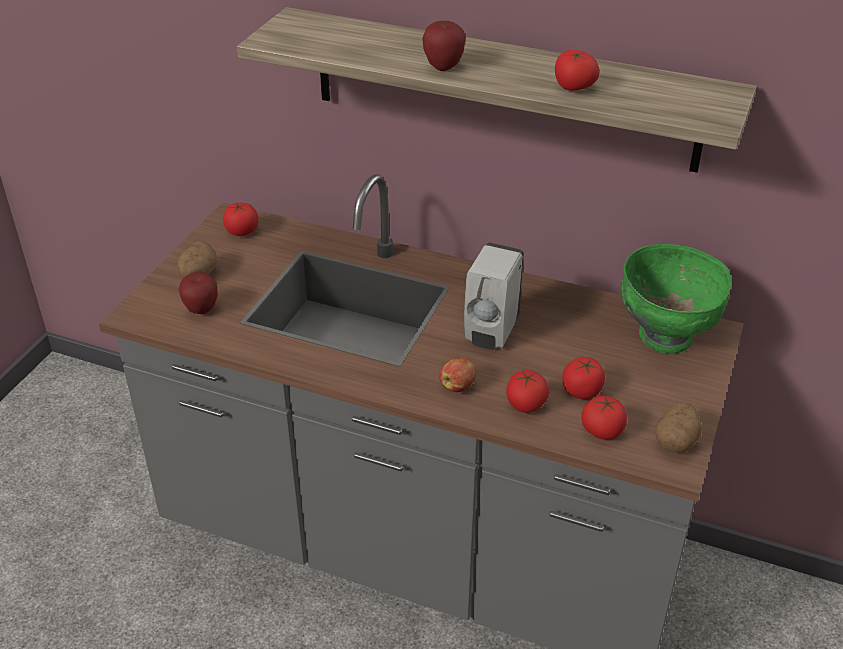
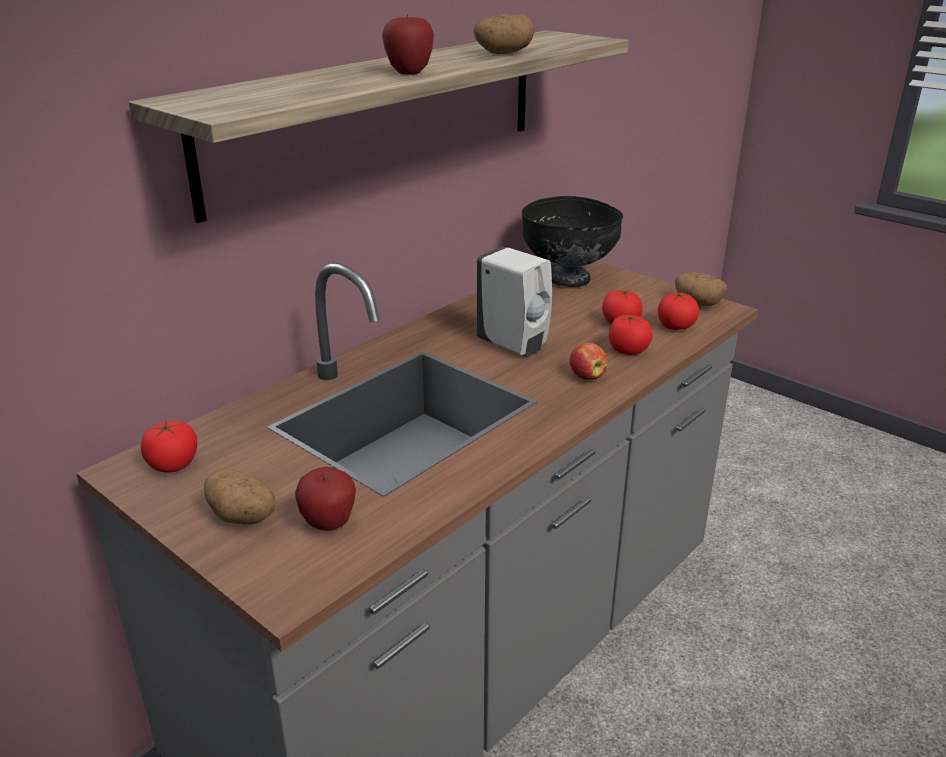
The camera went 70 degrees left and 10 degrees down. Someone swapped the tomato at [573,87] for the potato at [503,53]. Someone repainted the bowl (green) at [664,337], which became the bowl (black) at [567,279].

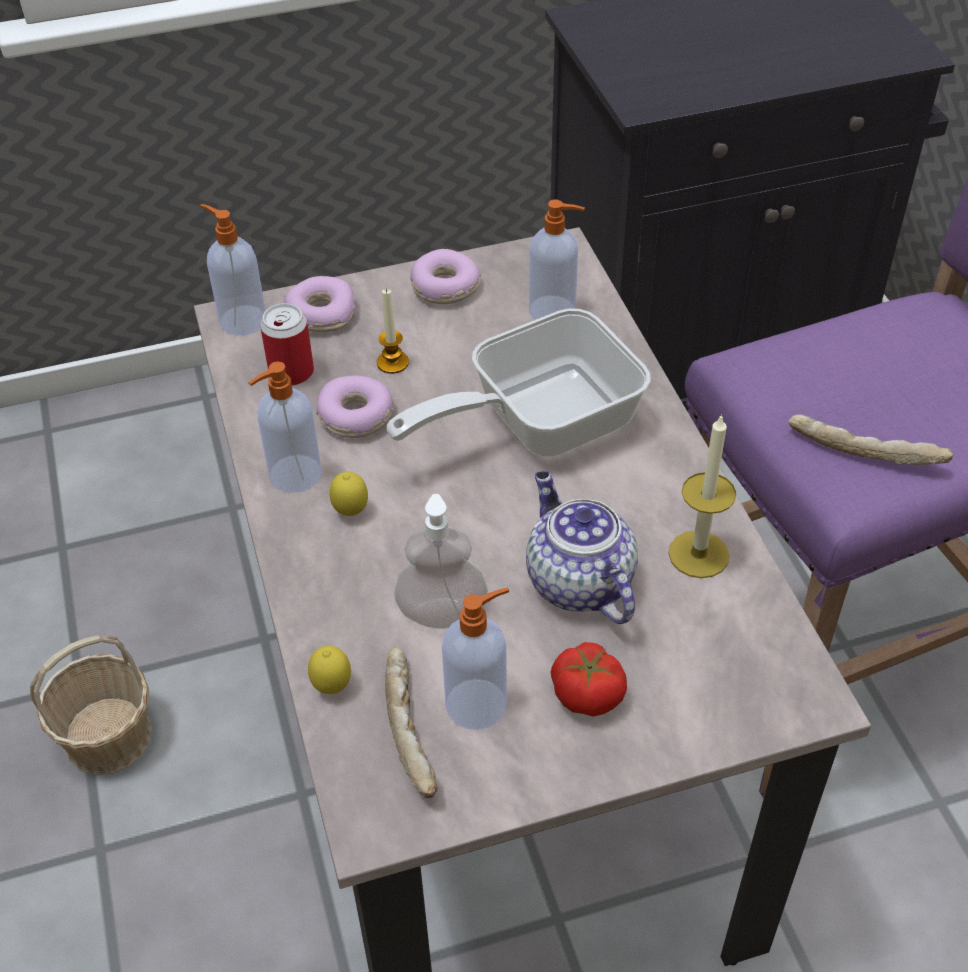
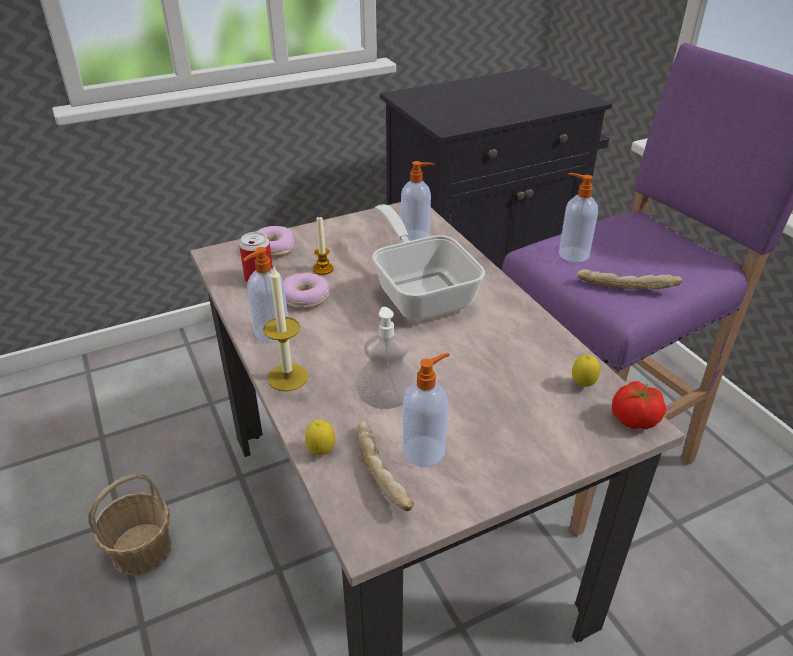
The camera went 10 degrees left and 10 degrees down. Someone took away the donut at [444,287]. Someone took away the teapot at [577,582]. Someone carried the soap dispenser from [241,320] to [572,254]. Someone carried the lemon from [351,512] to [582,385]. Someone carried the tomato from [587,696] to [634,420]. Someone carried the candle from [698,554] to [288,377]. Someone rotated the frying pan at [537,422] by 105 degrees clockwise.

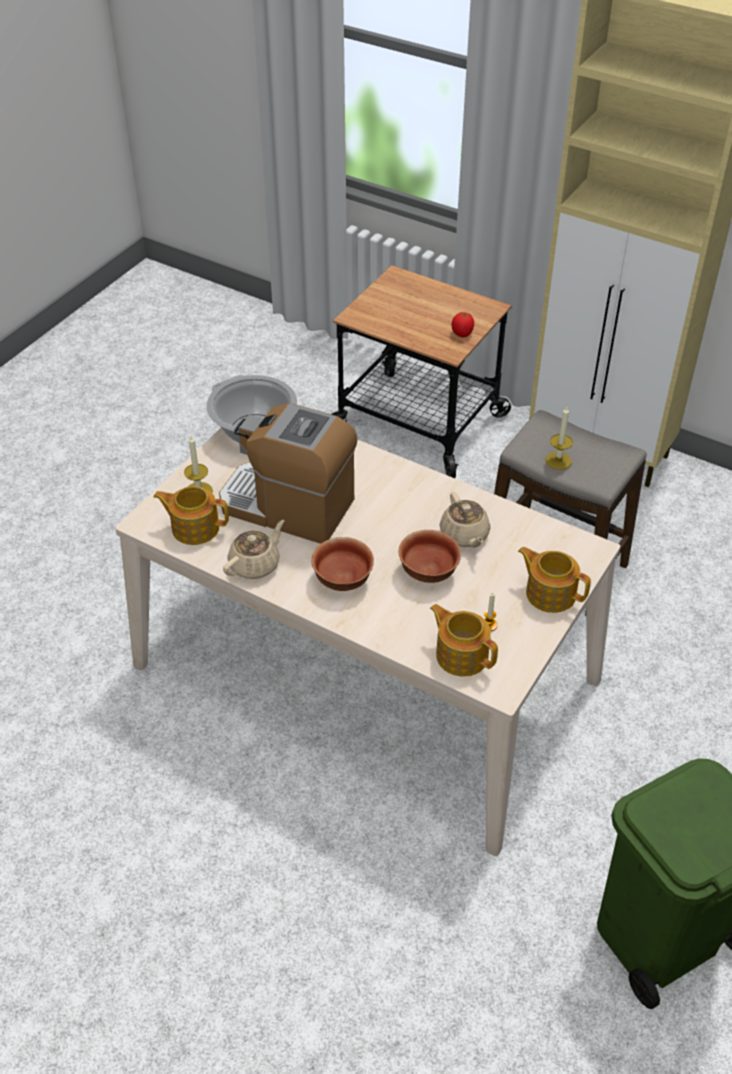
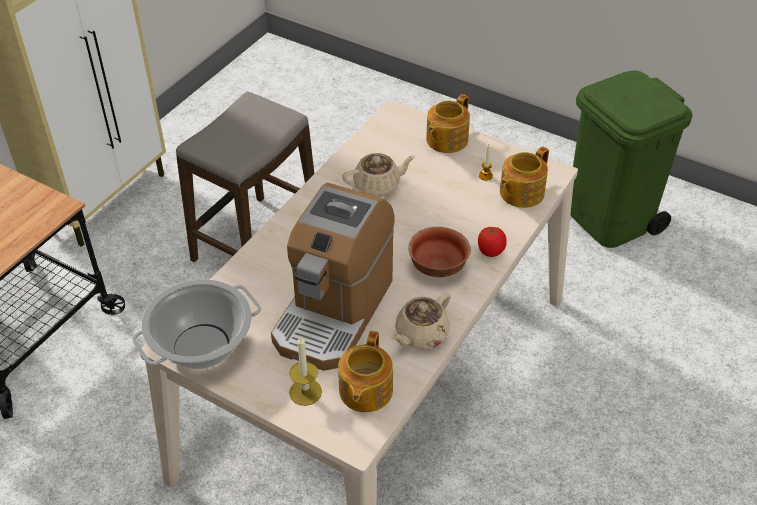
The camera went 90 degrees left and 0 degrees up. Someone took away the bowl at [429,571]. Someone took away the candle at [558,461]. Someone carried the tomato from [462,334] to [491,251]. Someone rotated the teapot (beige) at [255,564] by 90 degrees counterclockwise.

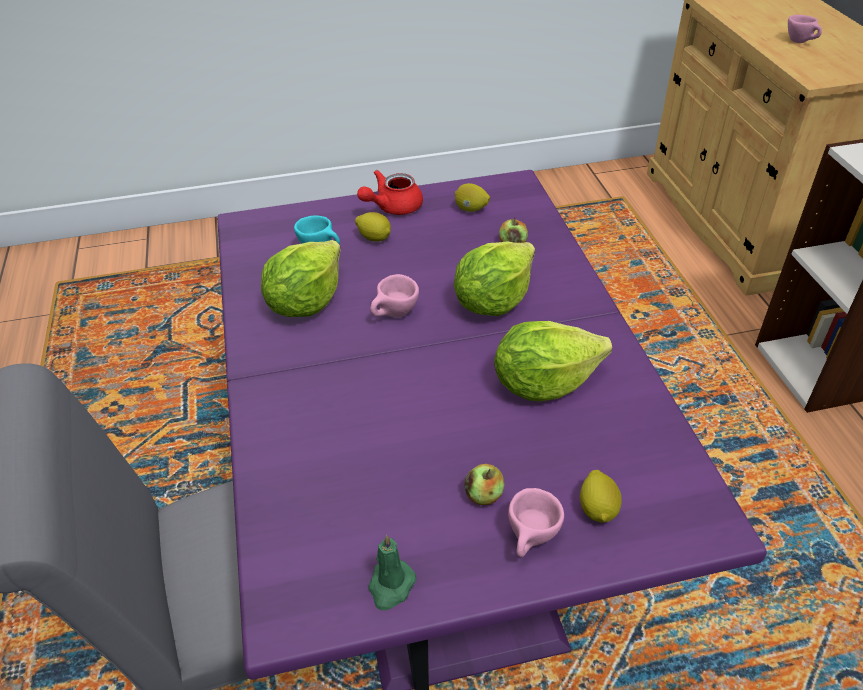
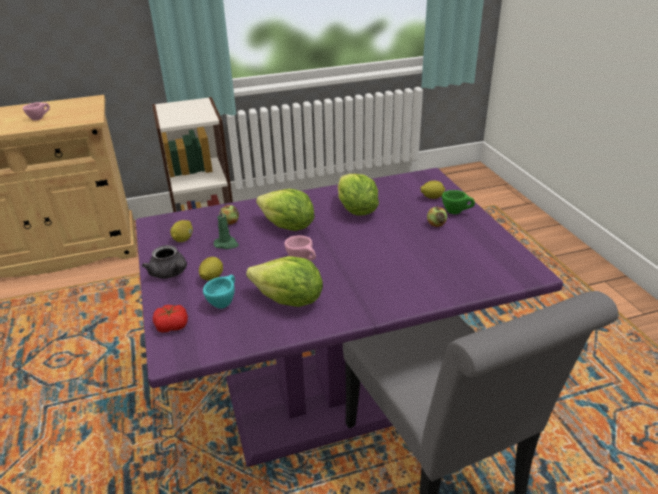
The camera went 95 degrees left and 10 degrees down. Someone put down the tomato at [172,325]. Someone carried the candle (green) from [391,586] to [226,244]. Someone repainted the teapot (red) at [392,207], which became the teapot (grey) at [170,273]. Someone repainted the cup (pink) at [531,541], which became the cup (green) at [456,212].

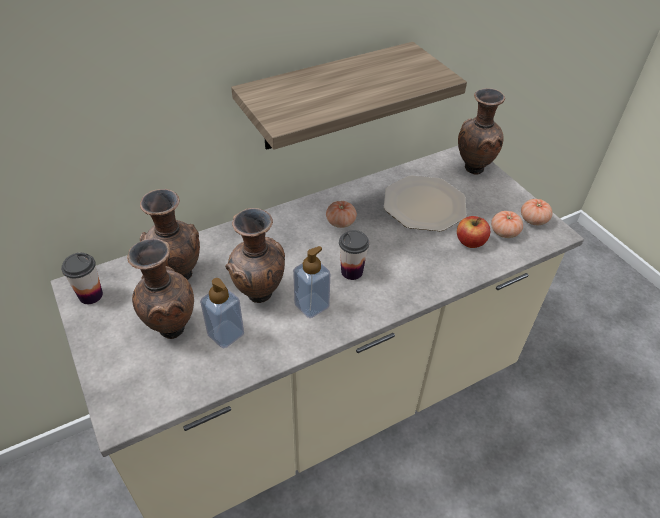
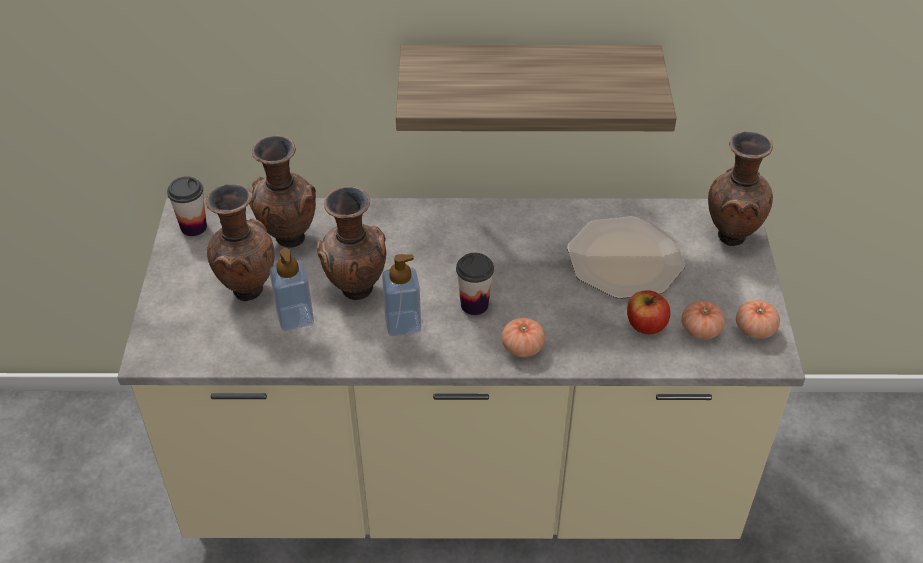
The camera went 30 degrees right and 0 degrees up. Someone carried the tomato from [340,222] to [522,347].

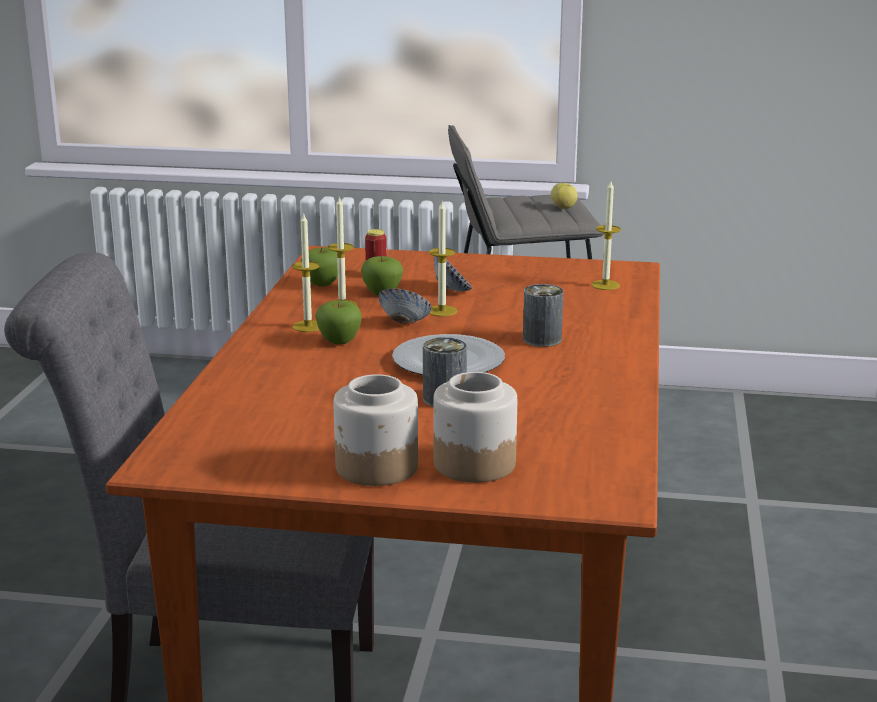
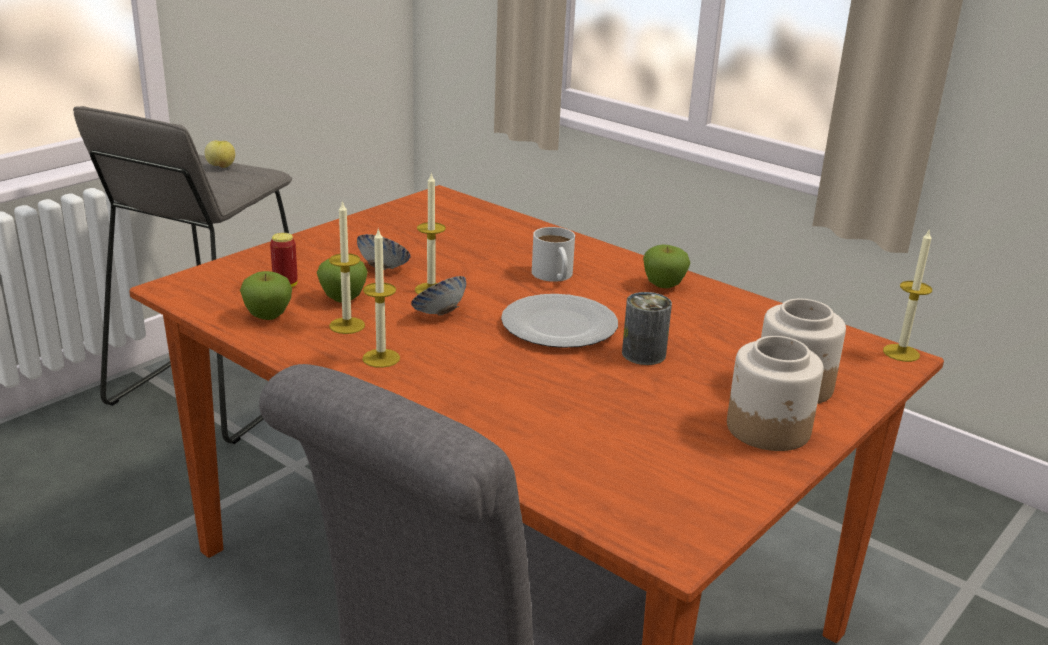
The camera went 60 degrees left and 5 degrees up. Someone carried the apple from [339,342] to [663,285]. Someone carried the candle from [605,285] to [901,353]. Someone swapped the can at [542,339] for the mug (white) at [554,276].

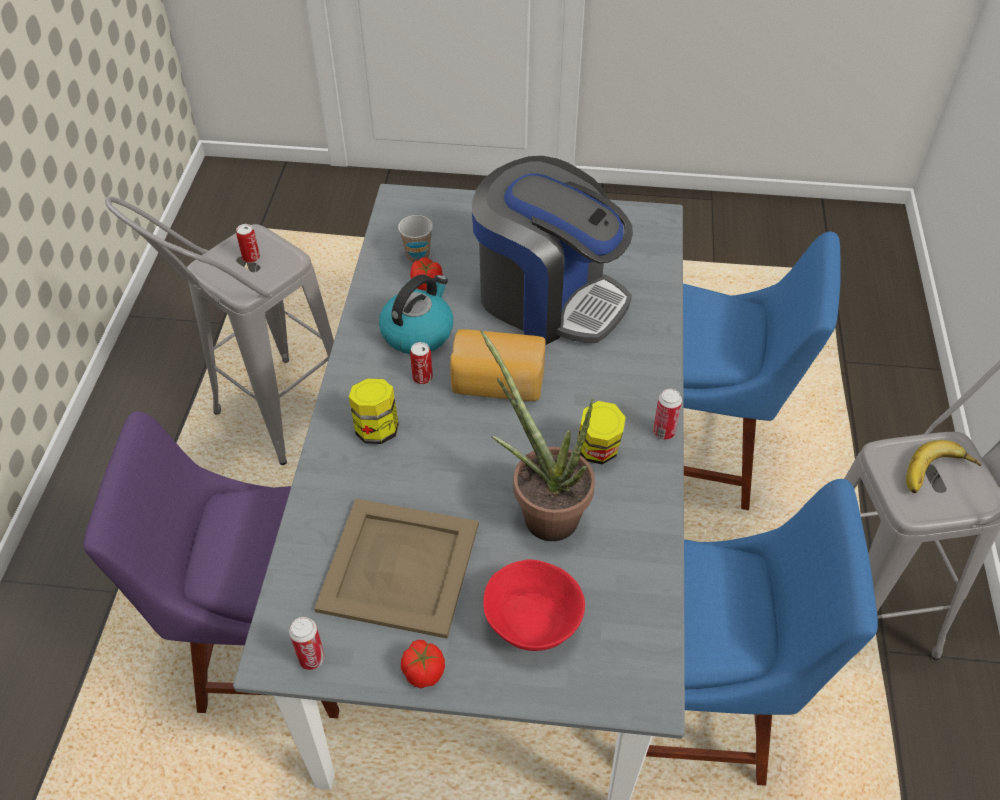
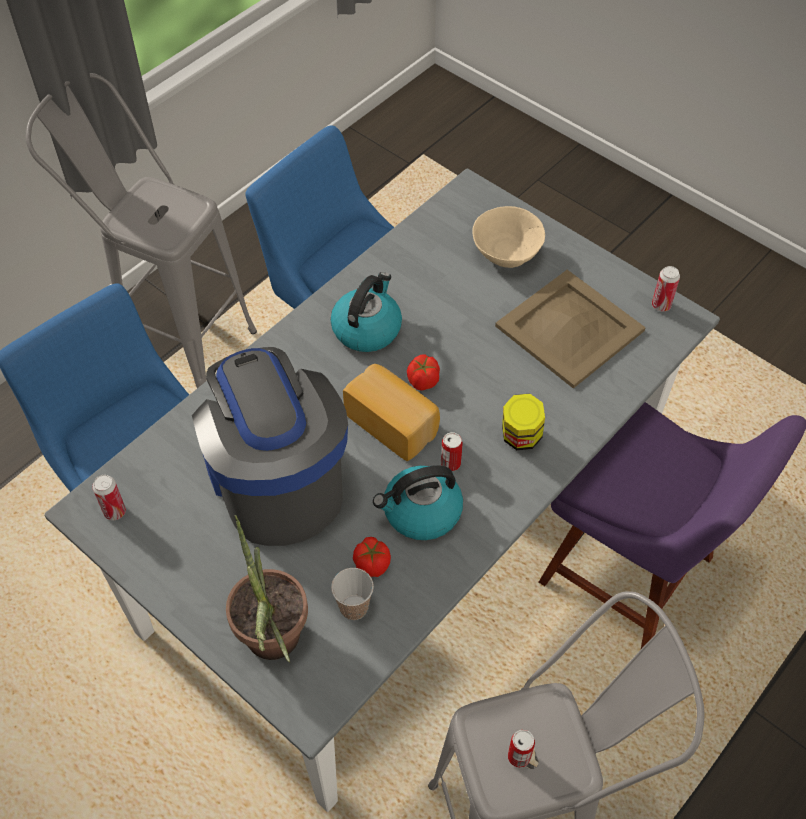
The camera went 145 degrees left and 5 degrees up. Someone took away the banana at [938,475]. Someone carried the tomato from [423,671] to [423,381]. Someone carried the potted plant from [541,511] to [274,647]. Someone carried the can from [663,432] to [115,512]. Someone swapped the jar at [598,451] for the kettle at [367,328]. Someone repainted the bowl (red) at [534,622], which became the bowl (beige) at [505,253].

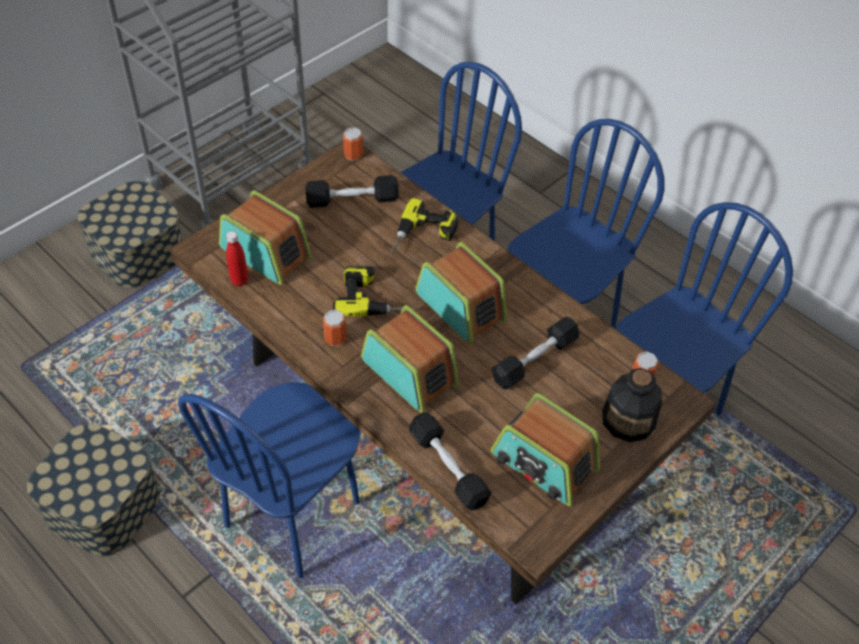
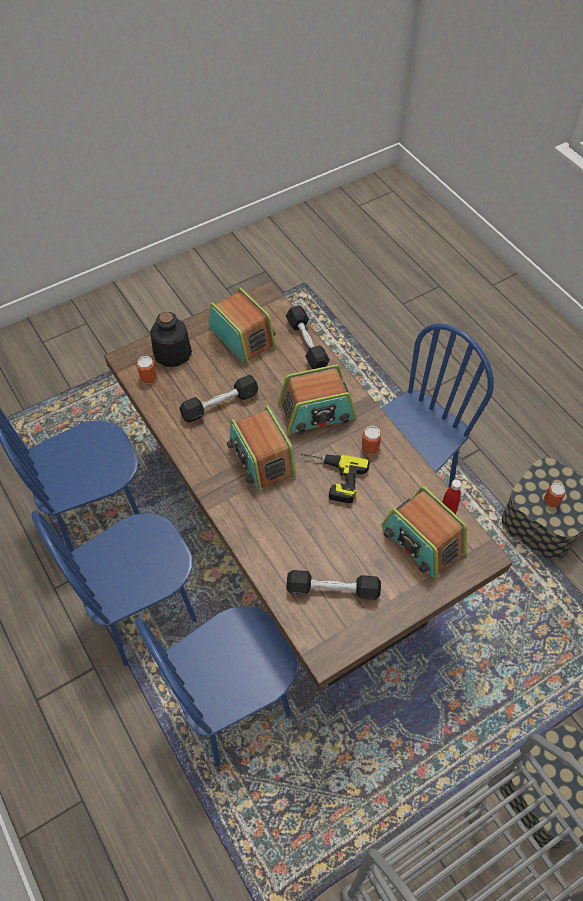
The camera went 165 degrees left and 5 degrees up. Someone took away the power drill at [423,237]. Someone carried the can from [353,155] to [551,501]. Someone rotated the radio at [410,371] by 75 degrees counterclockwise.

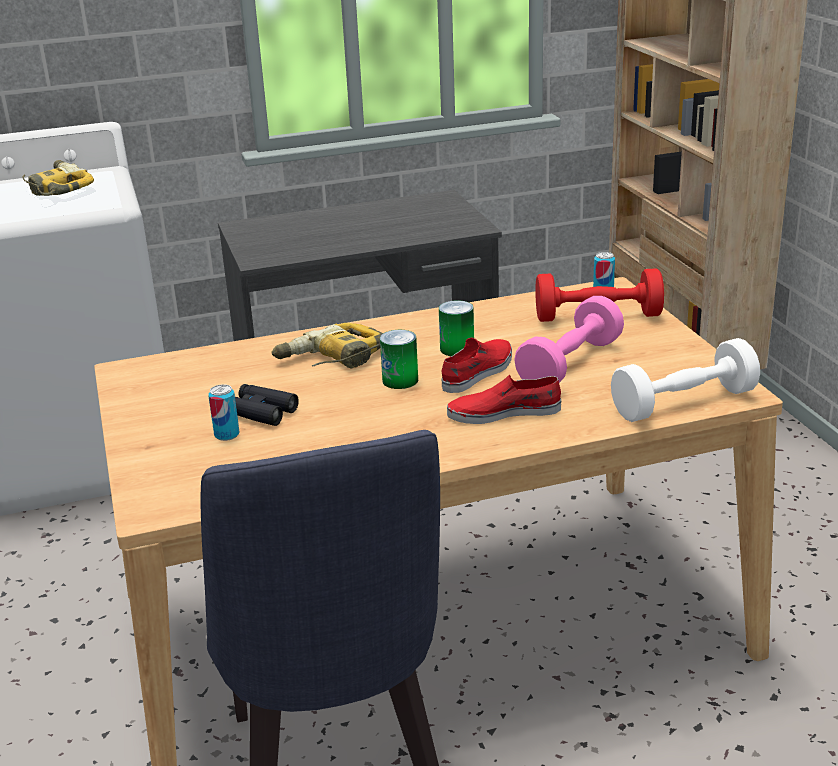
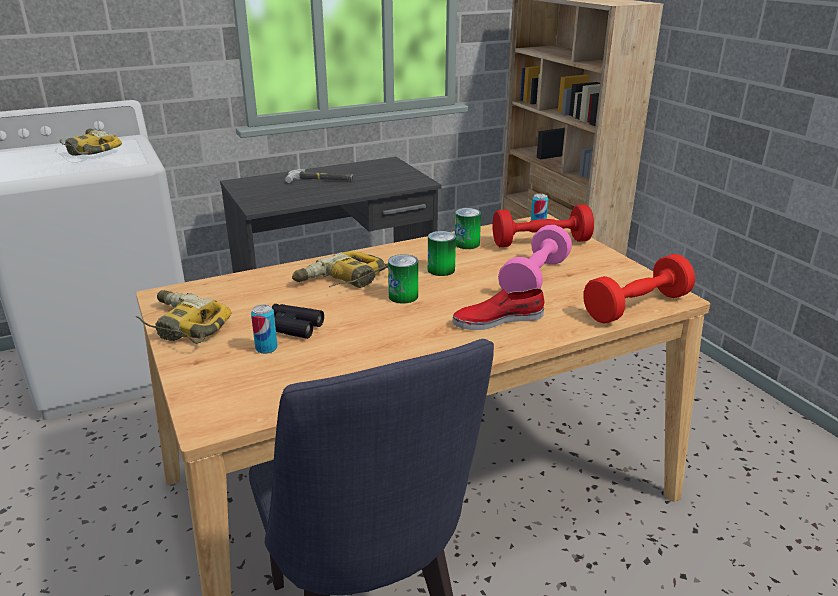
The camera went 10 degrees left and 0 degrees up. Someone took away the shoe (red) at [478,372]. Someone put down the power drill at [181,327]. Someone put down the hammer at [320,180]. Someone put down the can at [467,244]. Someone repainted the dumbbell (white) at [683,403], which became the dumbbell (red) at [636,307].

